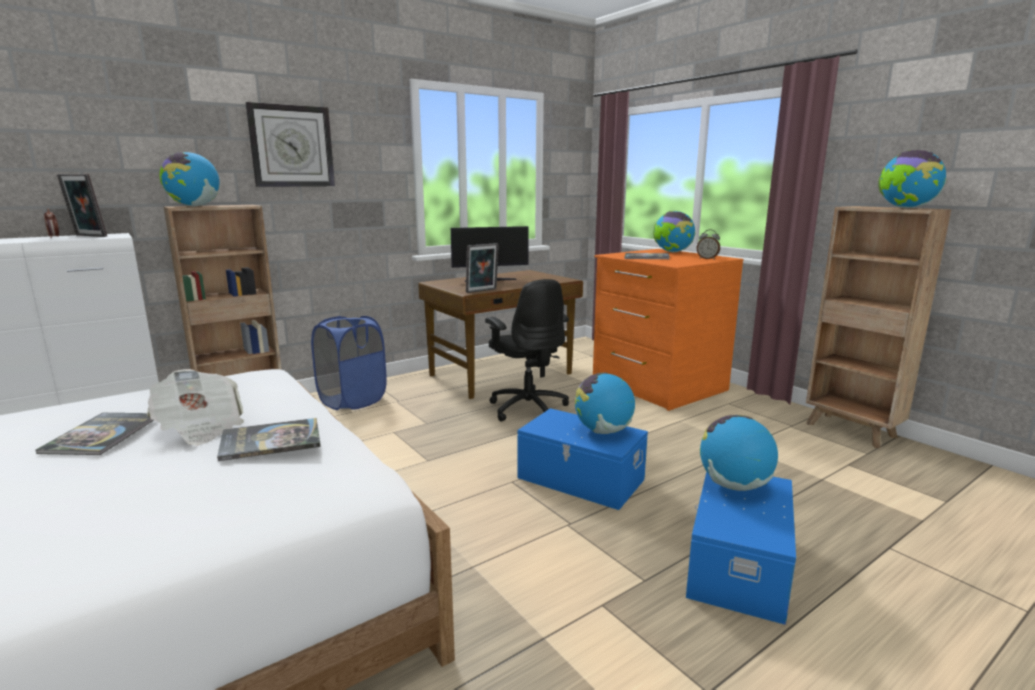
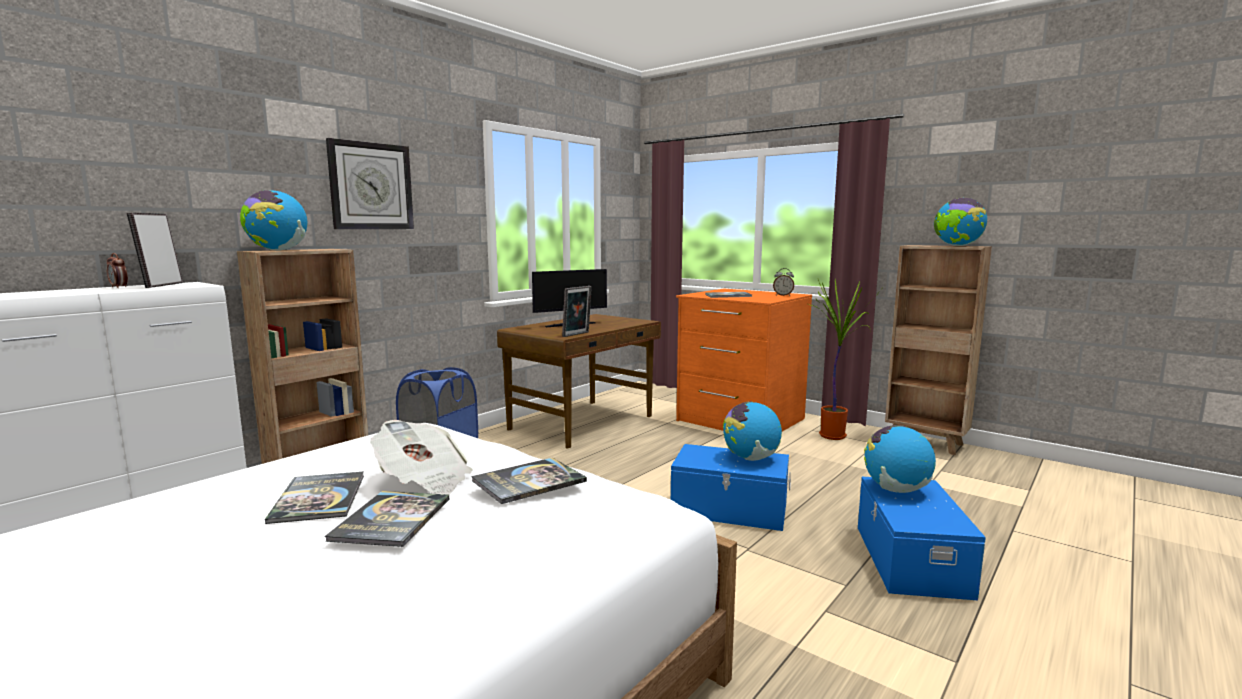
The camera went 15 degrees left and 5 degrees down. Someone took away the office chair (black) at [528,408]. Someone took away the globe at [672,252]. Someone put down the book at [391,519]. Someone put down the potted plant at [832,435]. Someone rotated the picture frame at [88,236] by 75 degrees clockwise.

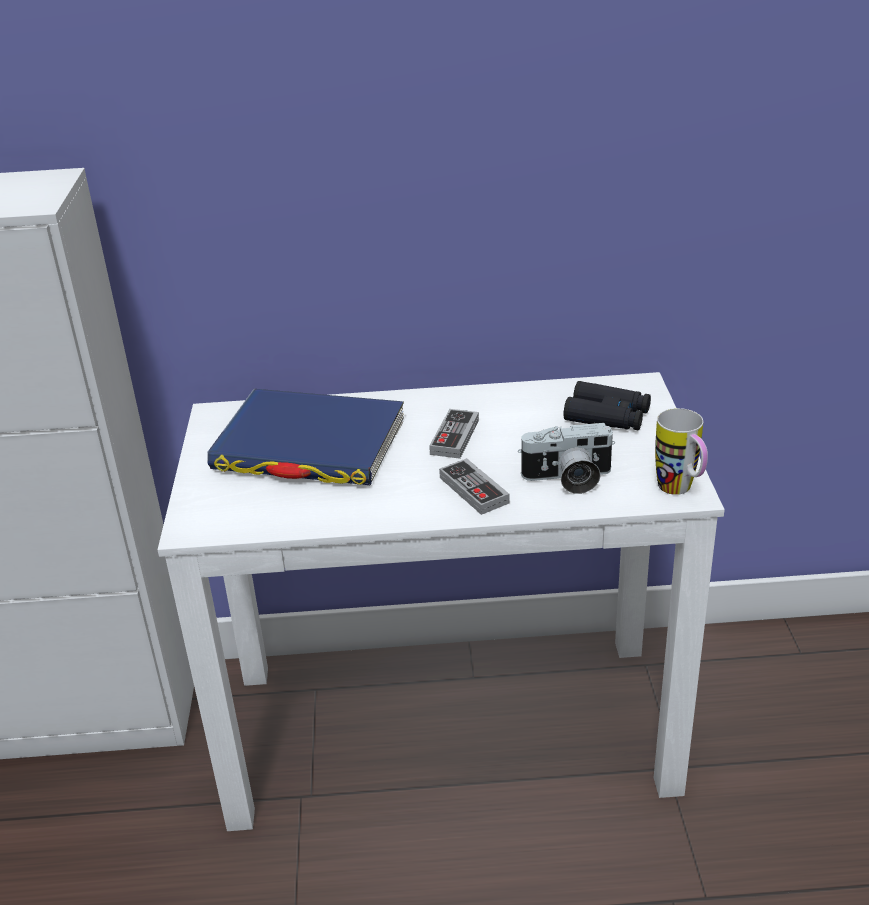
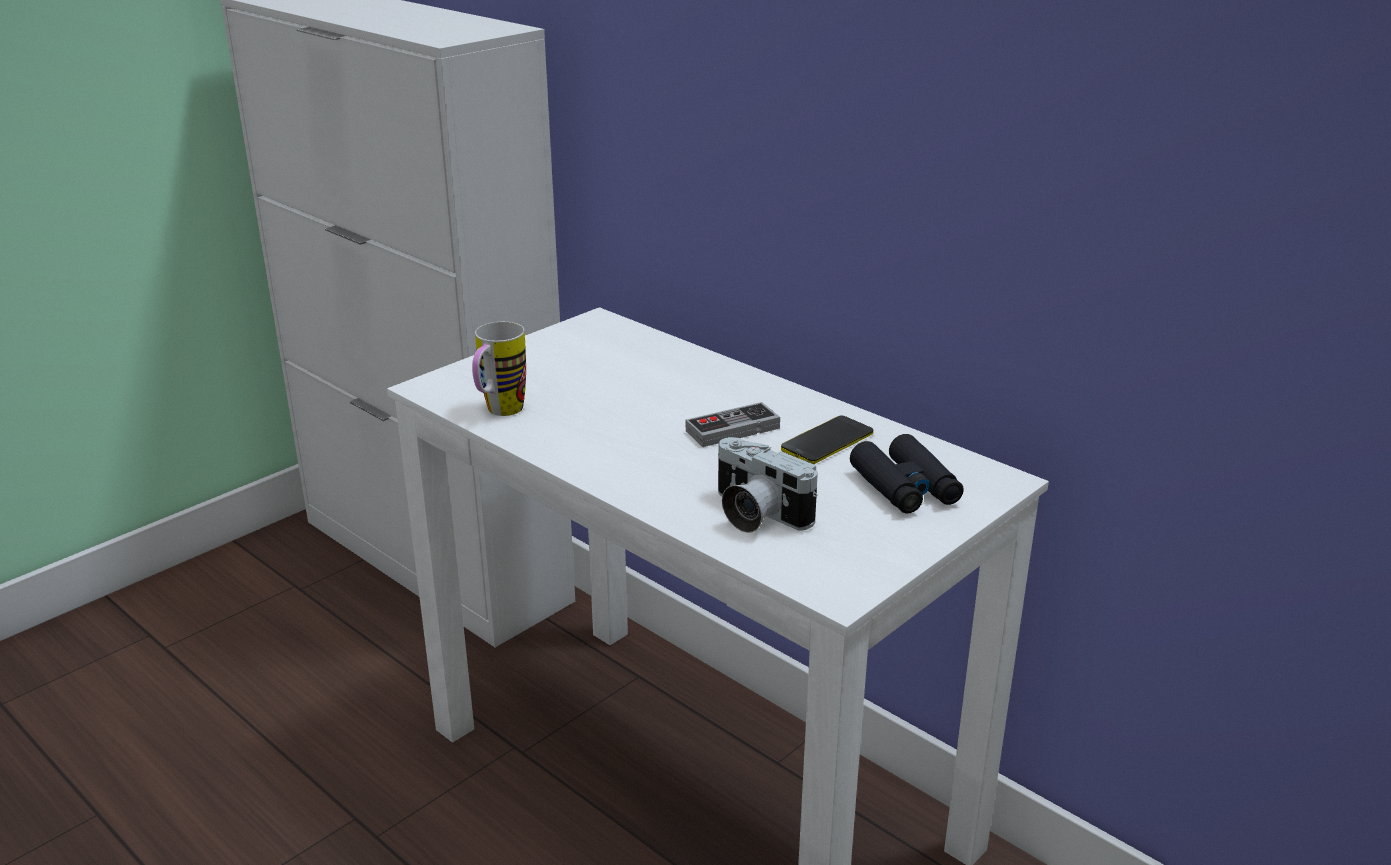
The camera went 45 degrees right and 5 degrees down. Someone took away the book (blue) at [309,446]. Someone took away the game controller at [473,490]. Someone put down the phone at [827,441]. Someone carried the mug from [680,491] to [499,413].

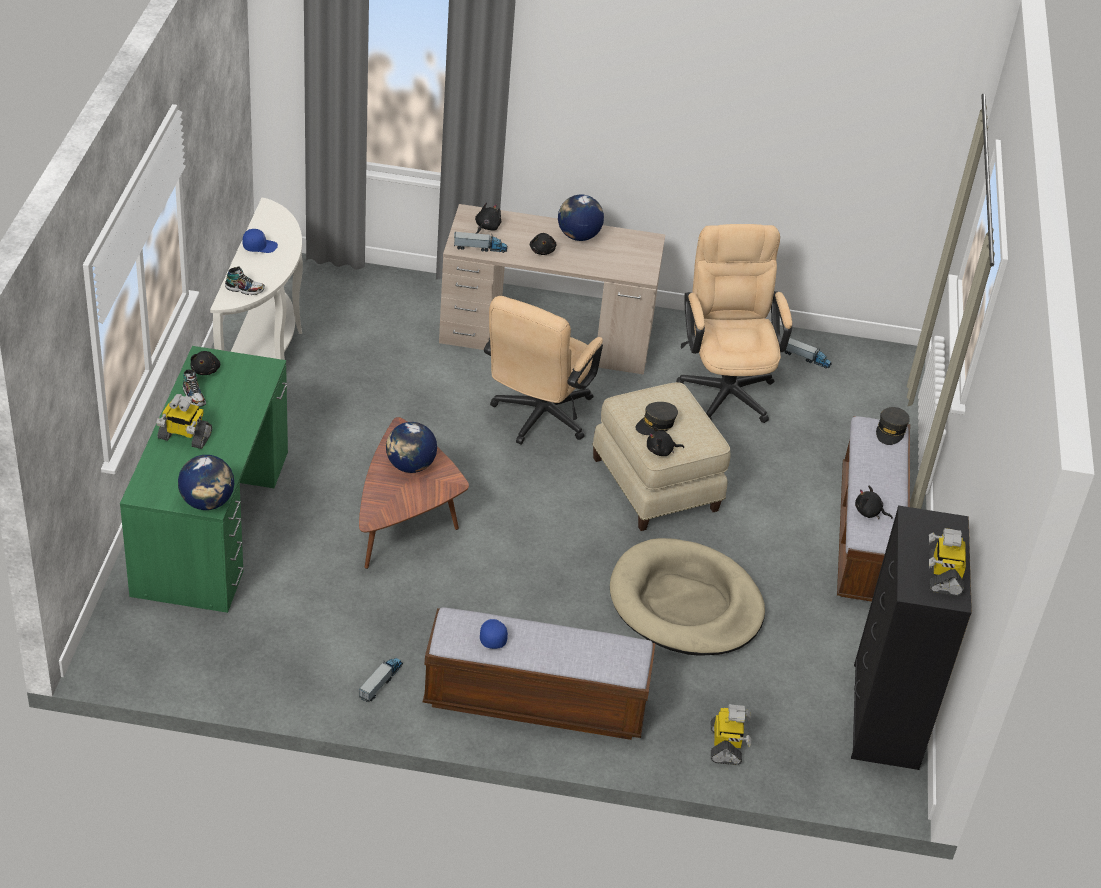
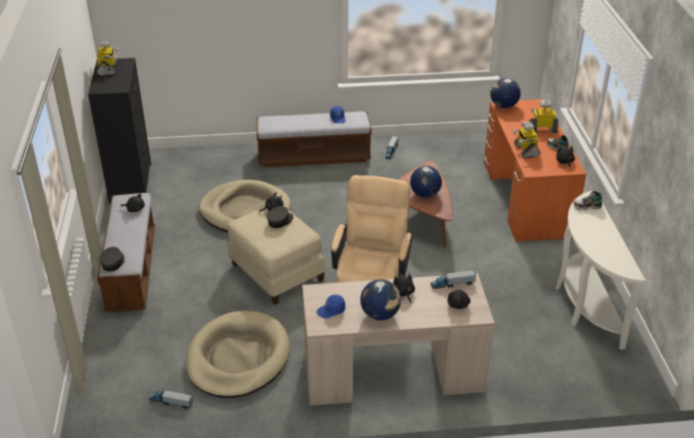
The camera went 170 degrees right and 5 degrees down. Someone carried the cap (blue) from [259,246] to [331,311]. Someone carried the toy robot from [726,745] to [525,150]. Someone swapped the office chair (beige) at [725,386] for the dog bed (beige) at [238,358]. Someone repainted the desk (green) at [213,521], which became the desk (orange) at [525,198].

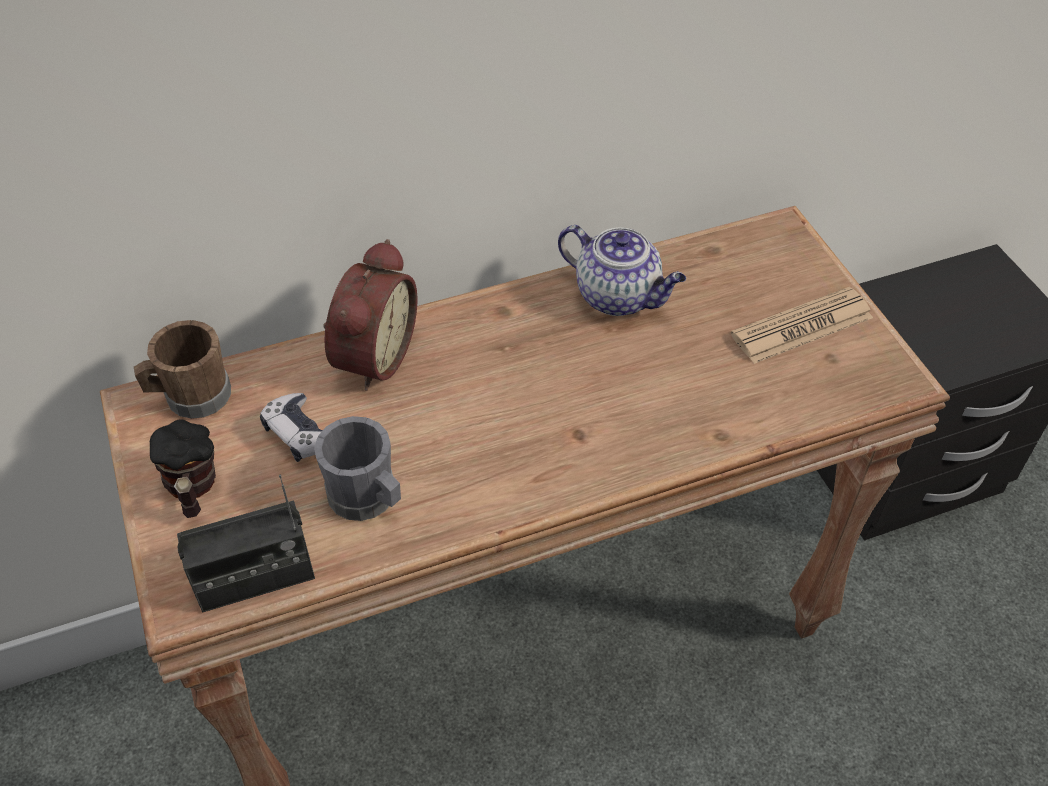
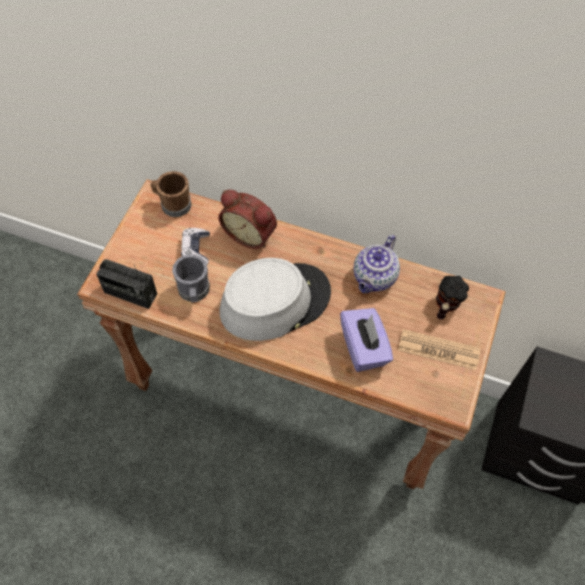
The camera went 40 degrees right and 10 degrees up. Someone put down the hat (grey) at [275,301]. Someone put down the tissue box (purple) at [364,348]. Someone carried the mug from [192,489] to [445,306]. Someone rotated the alarm clock at [371,356] by 60 degrees clockwise. Someone rotated the teapot at [619,296] by 45 degrees clockwise.

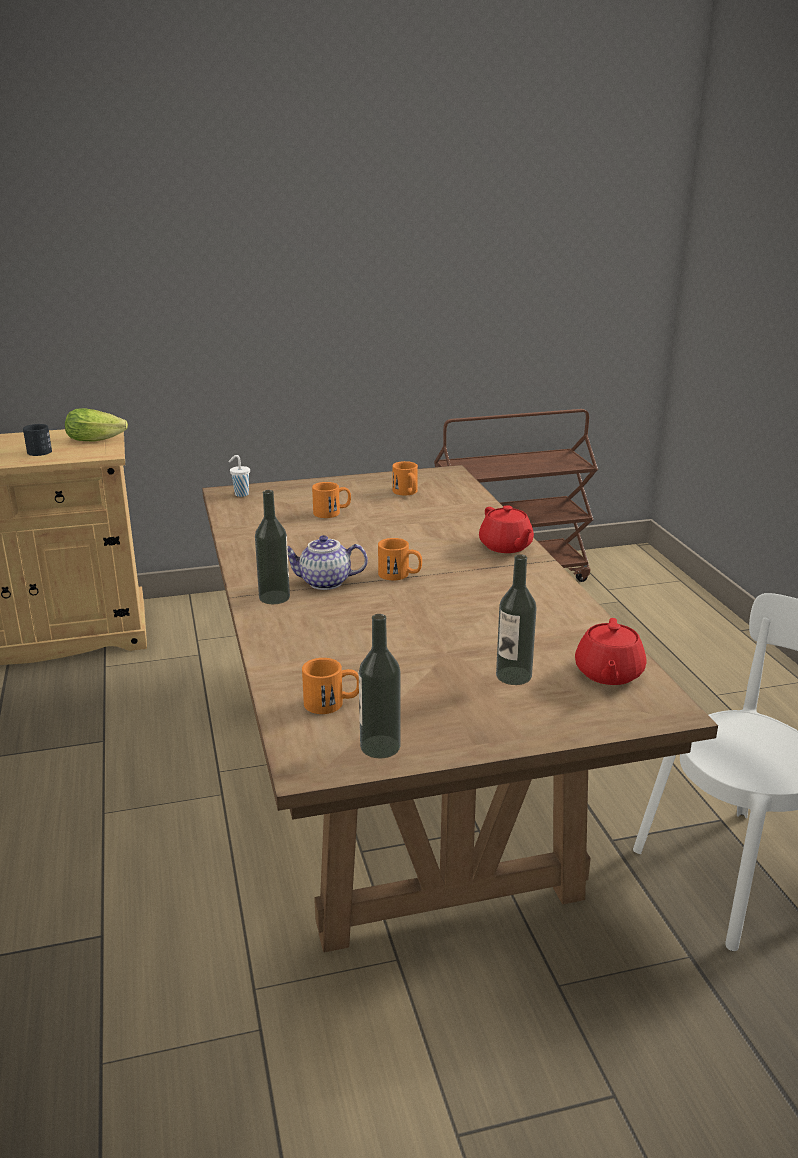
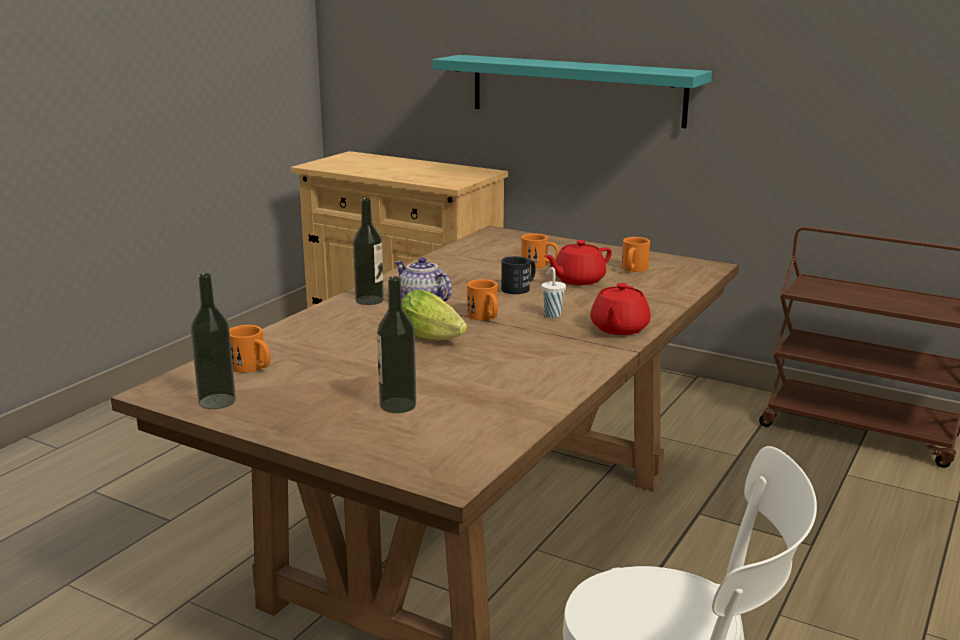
The camera went 45 degrees right and 5 degrees down. Someone put up the shelf (turquoise) at [576,90]. Someone carried the mug (black) from [41,450] to [519,288]. Someone carried the lettuce from [98,439] to [433,338]. Someone carried the cup (white) from [240,494] to [552,314]. Someone carried the teapot (red) from [608,674] to [578,280].

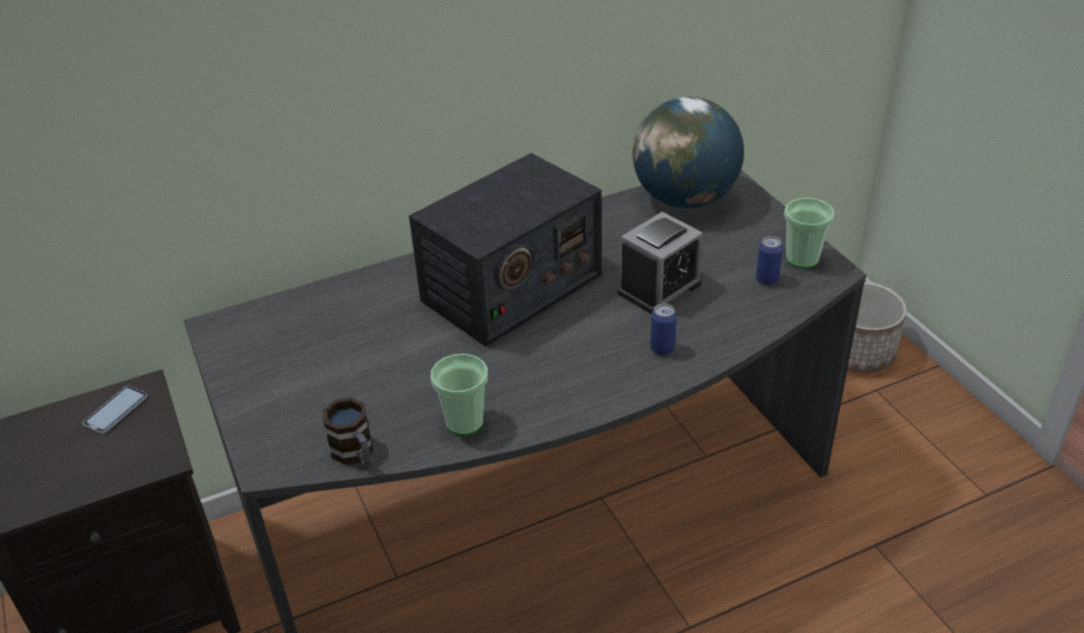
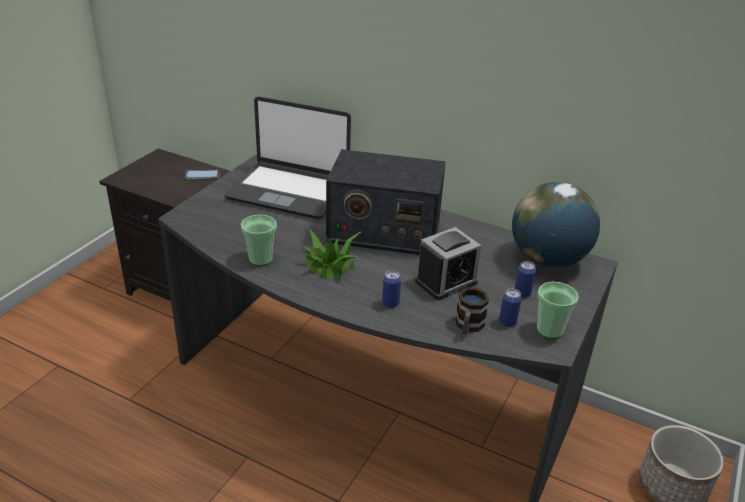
The camera went 50 degrees right and 5 degrees down. Someone put down the laptop at [289,191]. Someone put down the potted plant at [330,266]. Someone put down the can at [522,293]. Someone carried the mug from [356,454] to [468,327]. Someone rotated the alarm clock at [659,288] by 45 degrees counterclockwise.

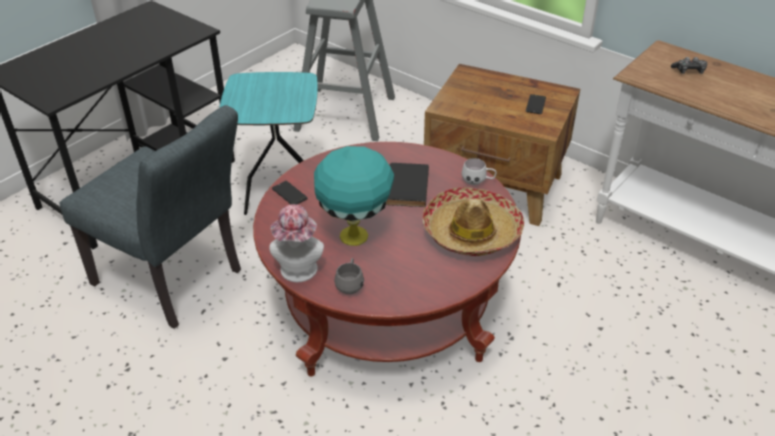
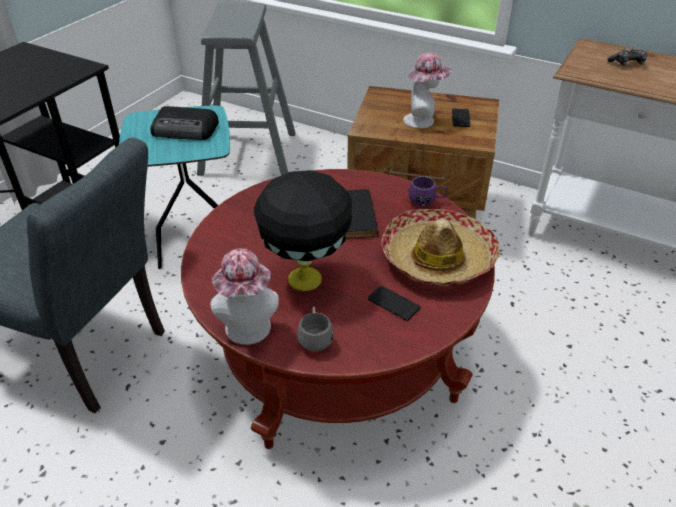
The camera went 10 degrees left and 0 degrees up. Someone put down the radio at [186,129]. Someone put down the hat at [423,120]. Someone carried the phone from [289,194] to [393,303]. Someone repainted the table lamp (turquoise) at [355,236], which became the table lamp (black) at [306,278]. Someone repainted the mug (white) at [478,181], which became the mug (purple) at [426,202].

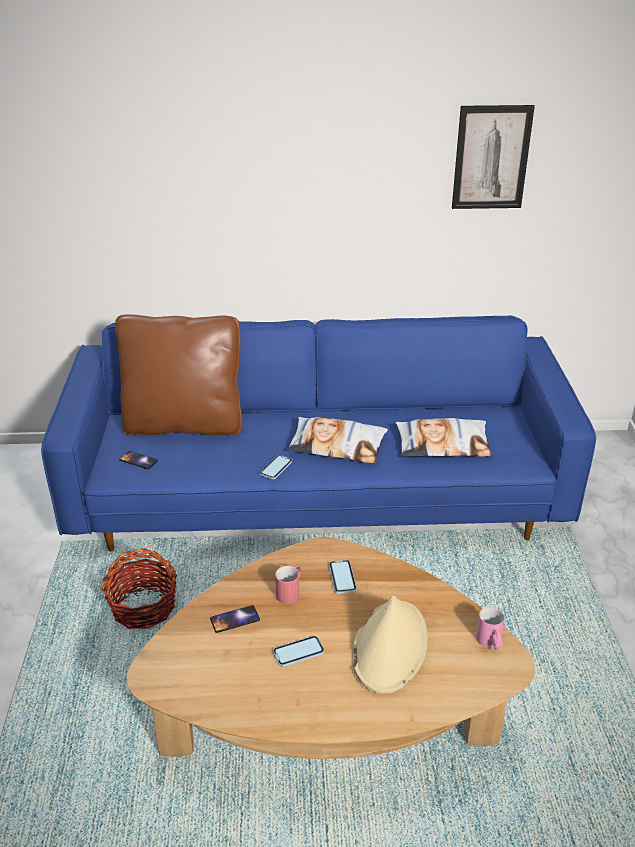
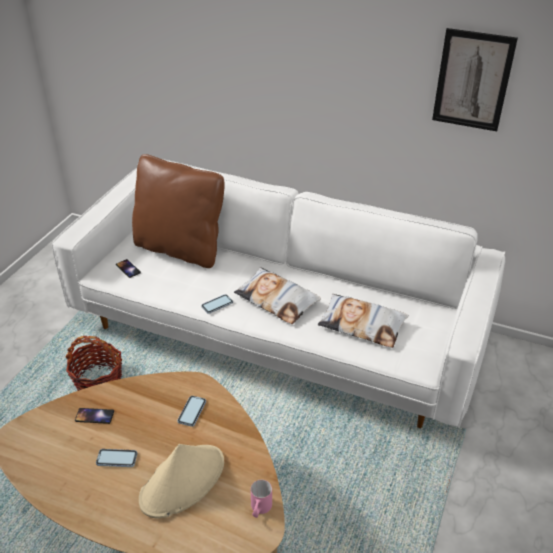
The camera went 25 degrees right and 5 degrees up. Someone took away the mug (red) at [291,592]. Someone repainted the sofa (blue) at [318,495], which became the sofa (white) at [276,332].

